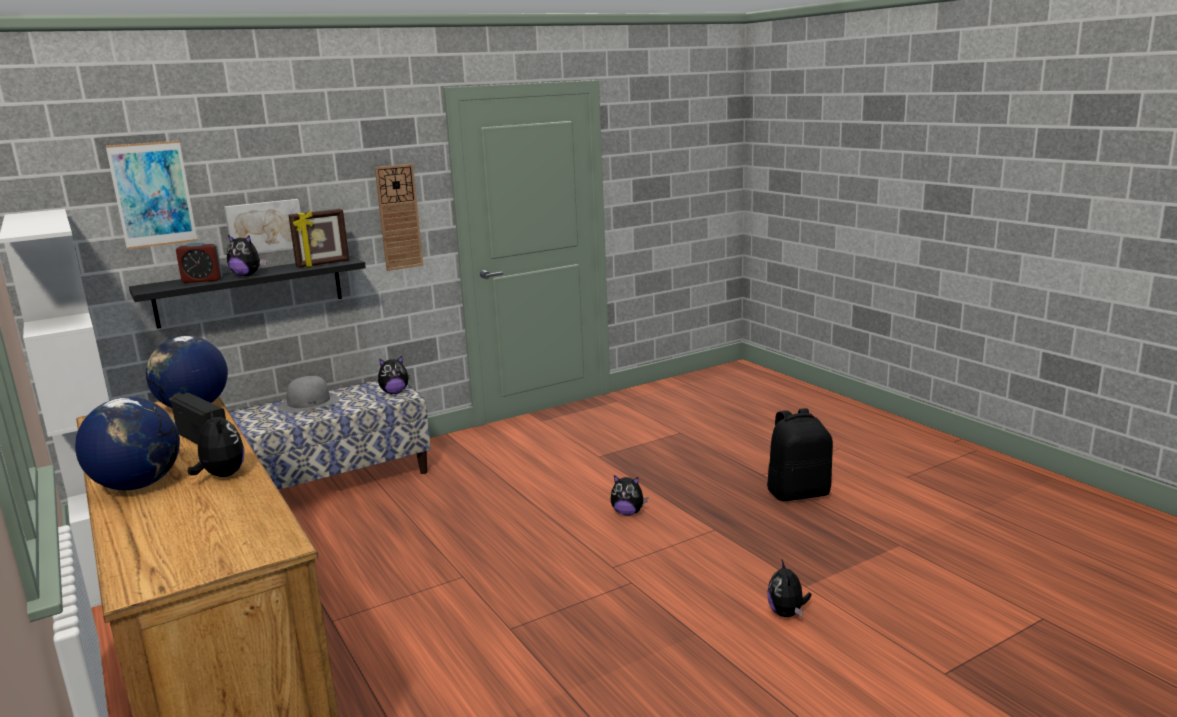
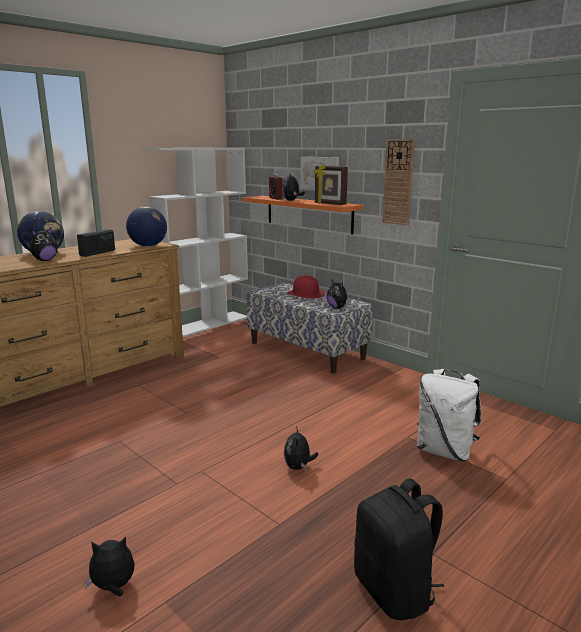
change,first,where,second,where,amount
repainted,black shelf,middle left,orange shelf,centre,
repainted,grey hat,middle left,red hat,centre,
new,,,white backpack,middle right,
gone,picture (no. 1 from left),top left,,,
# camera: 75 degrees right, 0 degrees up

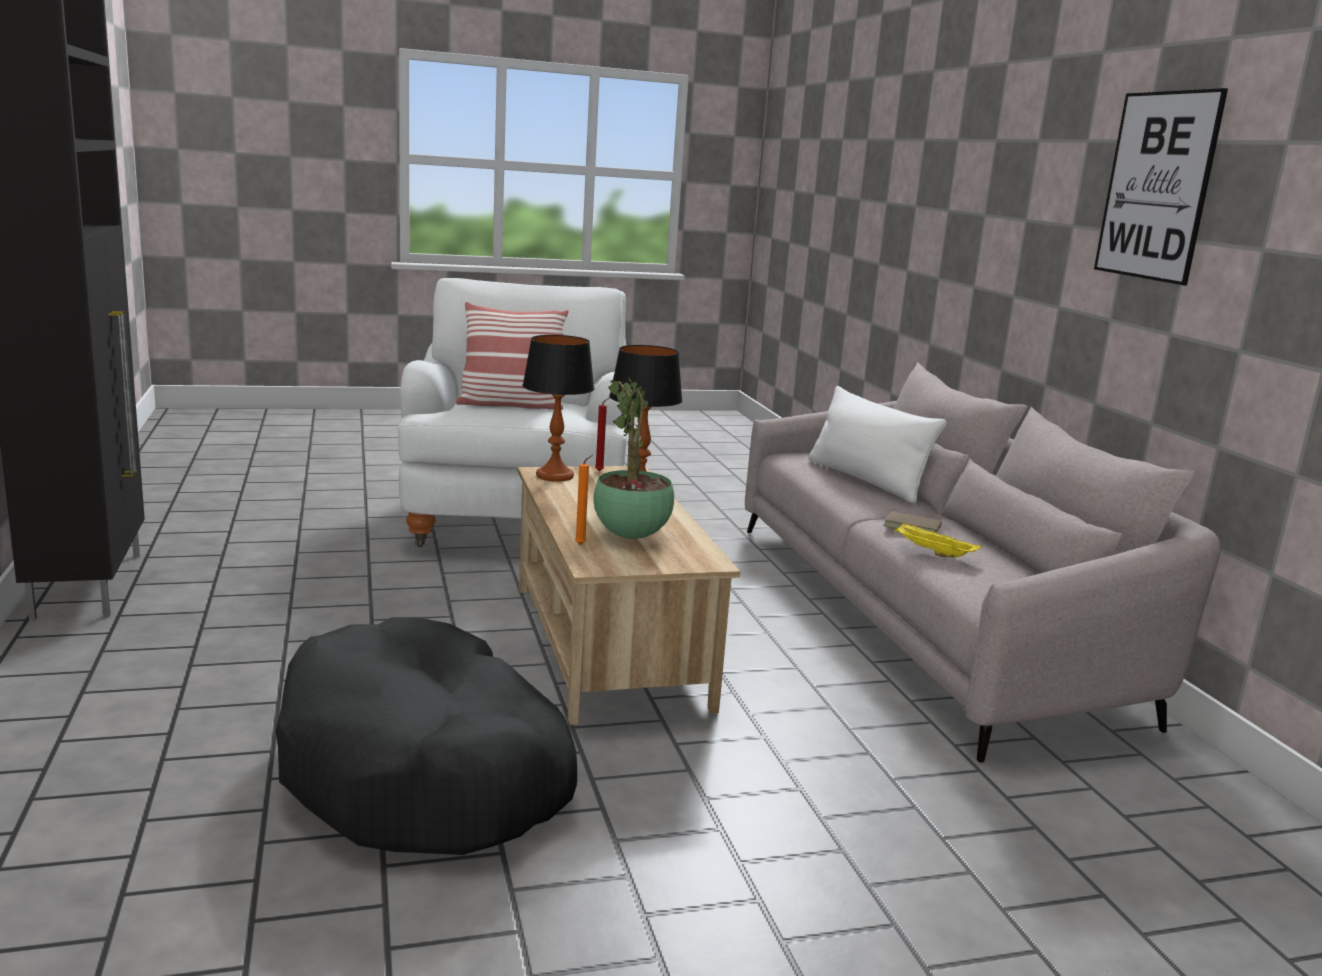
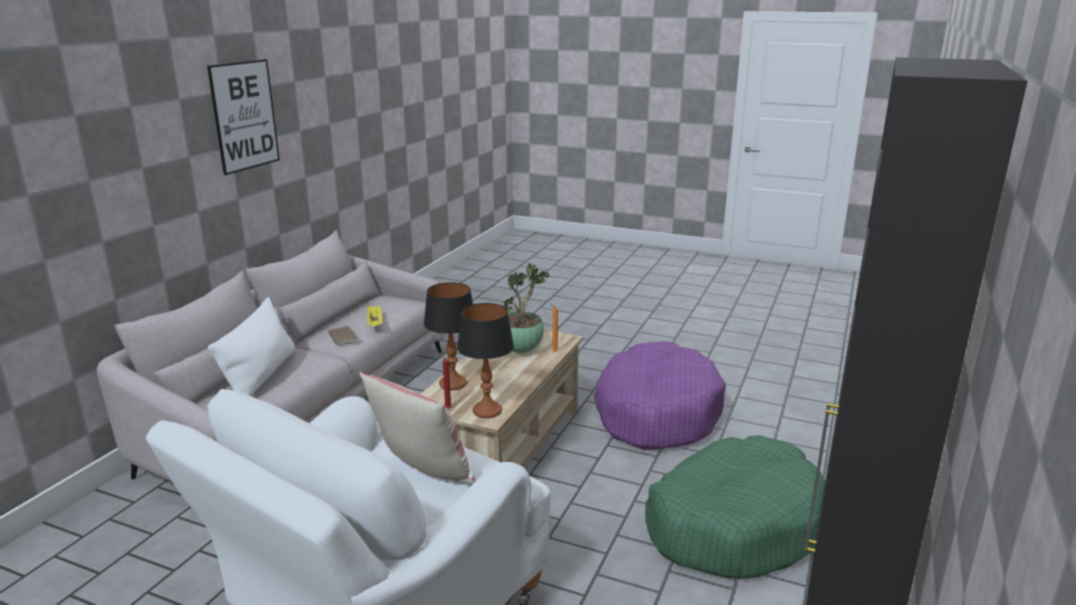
change,first,where,second,where,amount
repainted,black dog bed,bottom left,purple dog bed,centre,
new,,,green dog bed,bottom right,
# camera: 140 degrees left, 5 degrees up

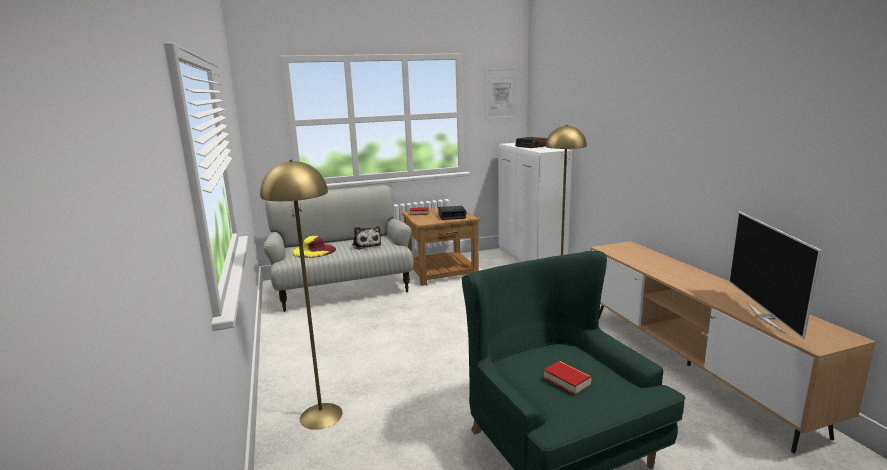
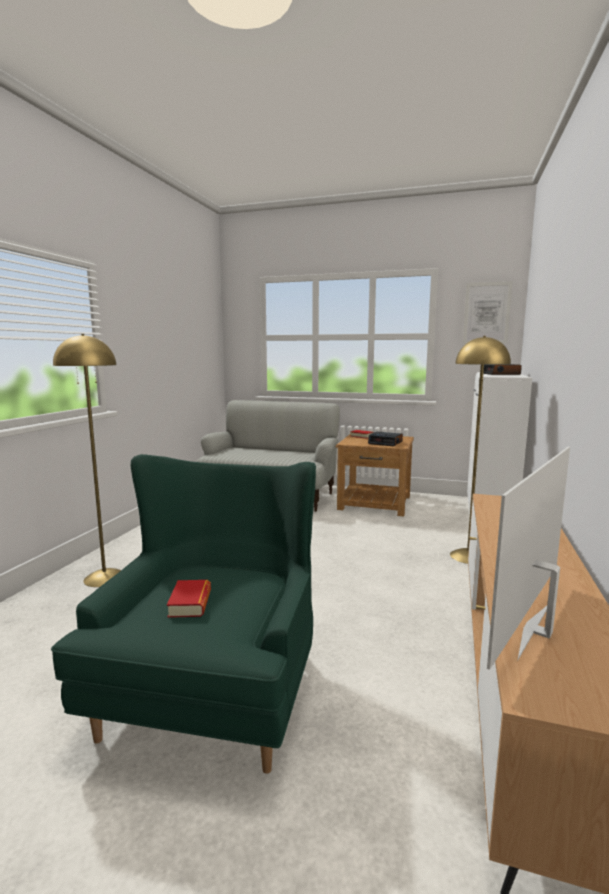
change,first,where,second,where,amount
gone,yellow hat,centre,,,
gone,plush toy,centre,,,
# camera: 35 degrees right, 5 degrees down

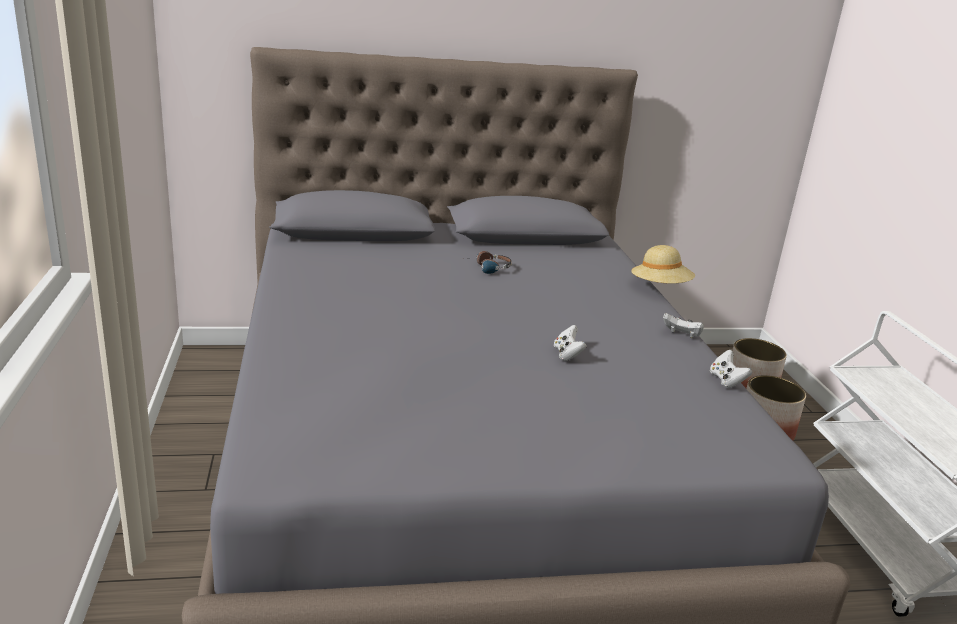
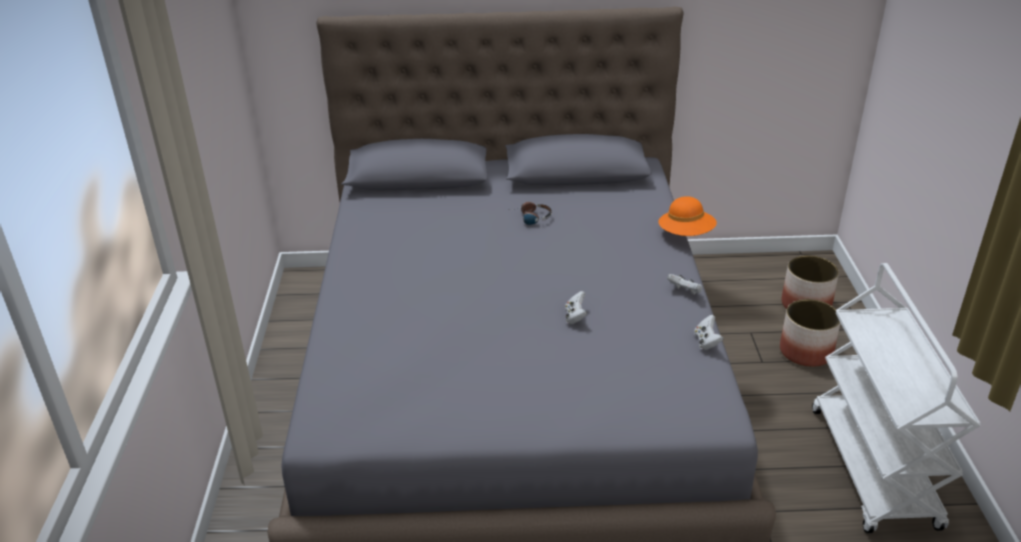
change,first,where,second,where,amount
repainted,beige hat,middle right,orange hat,middle right,
# camera: 10 degrees right, 10 degrees up

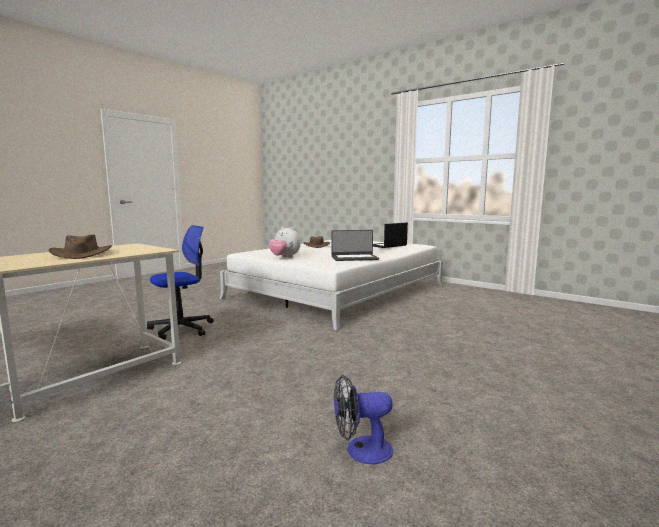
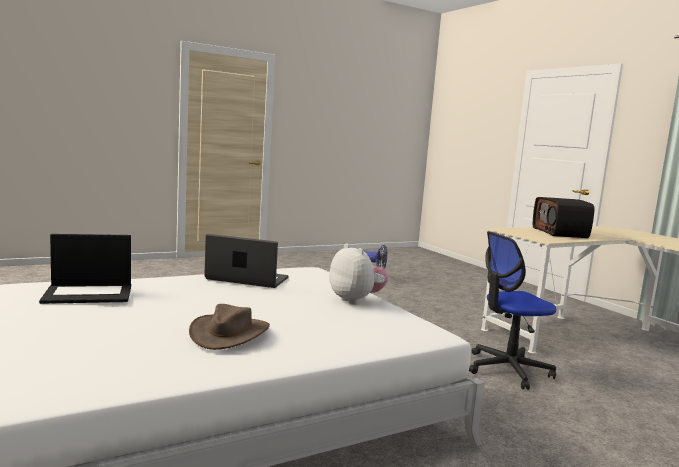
change,first,where,second,where,amount
swapped,brown hat (no. 1 from left),middle left,radio,middle right,
# camera: 160 degrees left, 0 degrees up

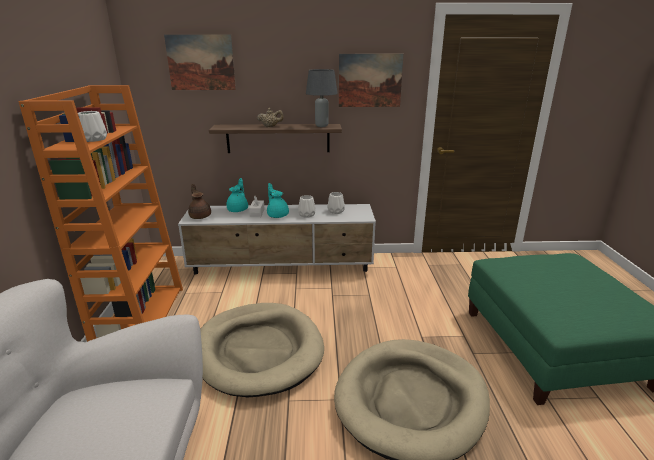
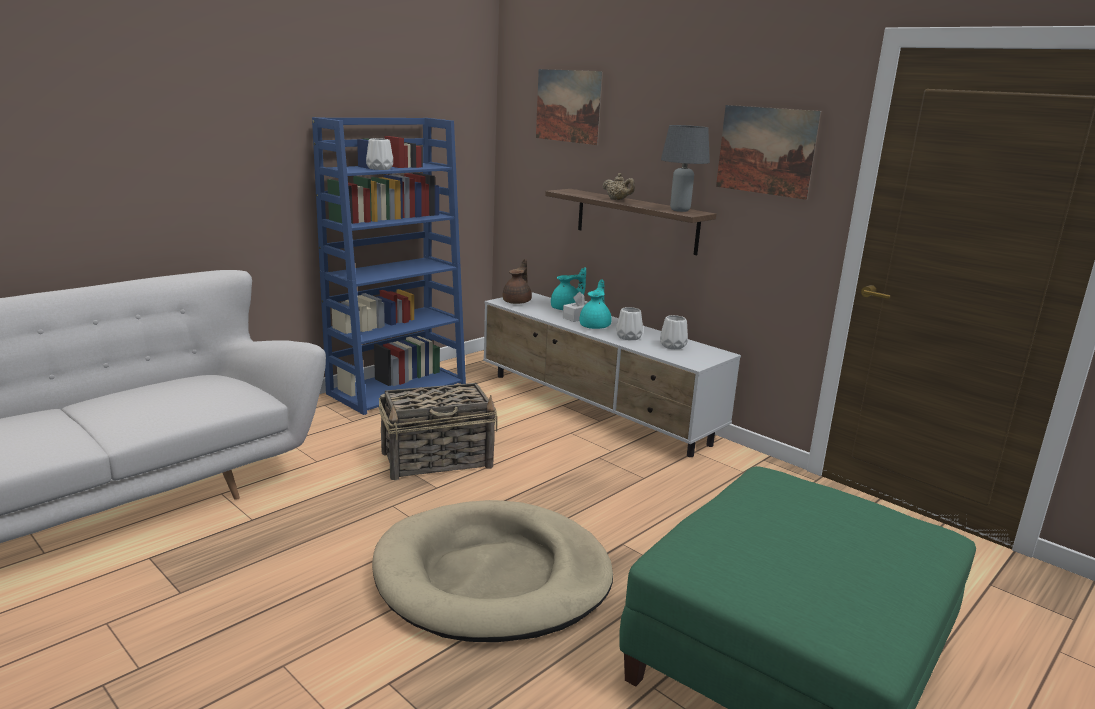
change,first,where,second,where,amount
repainted,orange bookcase,middle left,blue bookcase,centre,
swapped,beige dog bed (no. 1 from left),bottom centre,basket,centre,
# camera: 45 degrees right, 5 degrees down

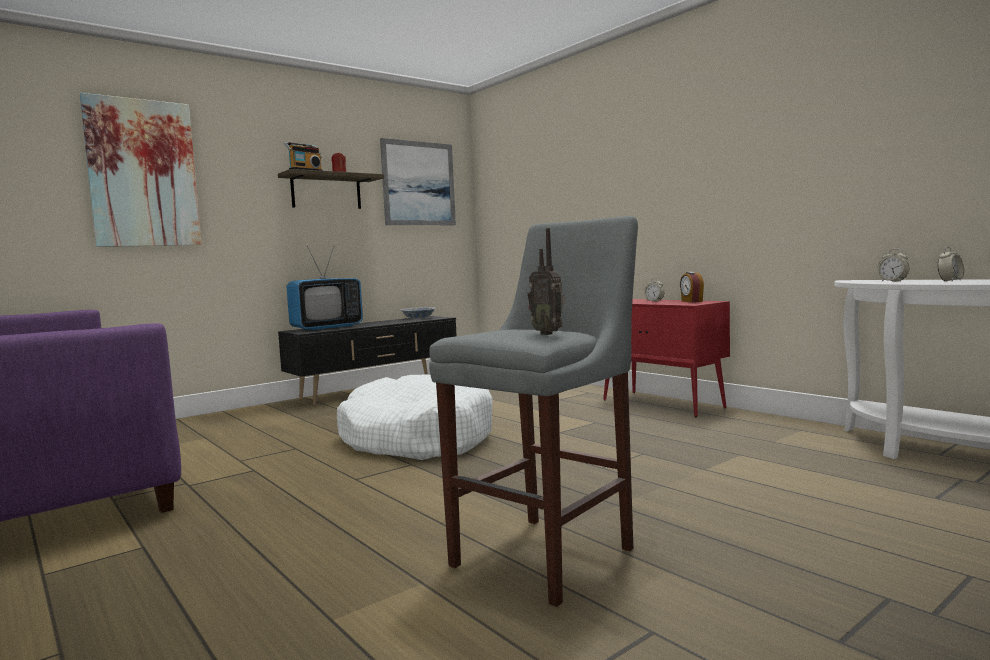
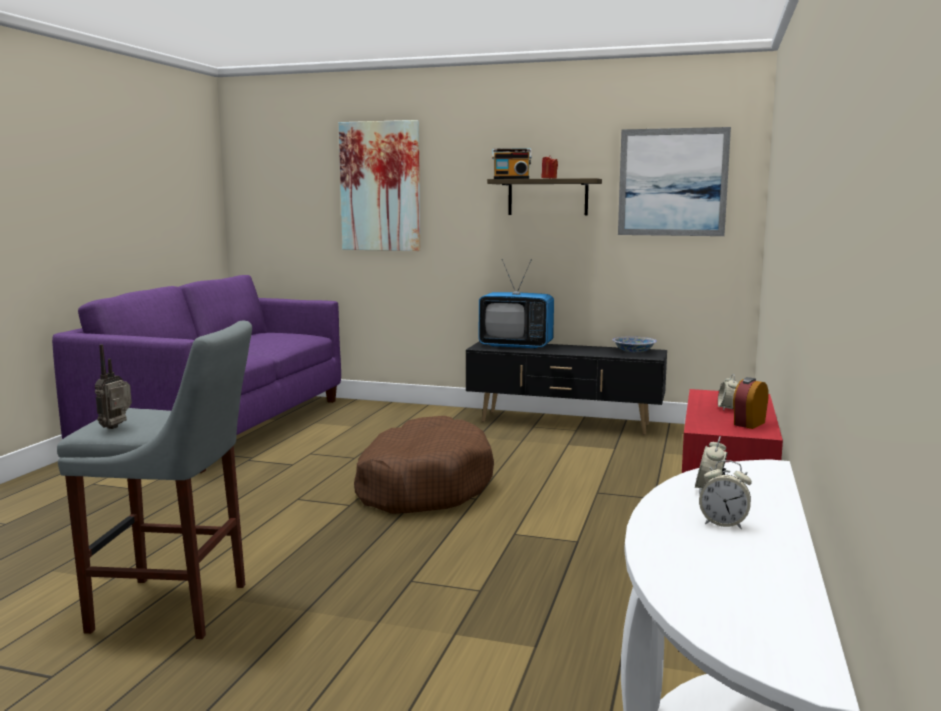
change,first,where,second,where,amount
repainted,white dog bed,centre,brown dog bed,centre,
# camera: 55 degrees right, 5 degrees up

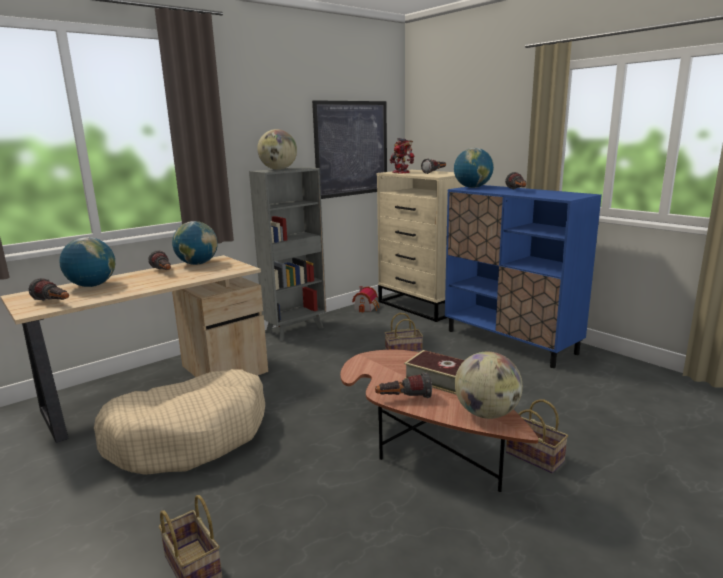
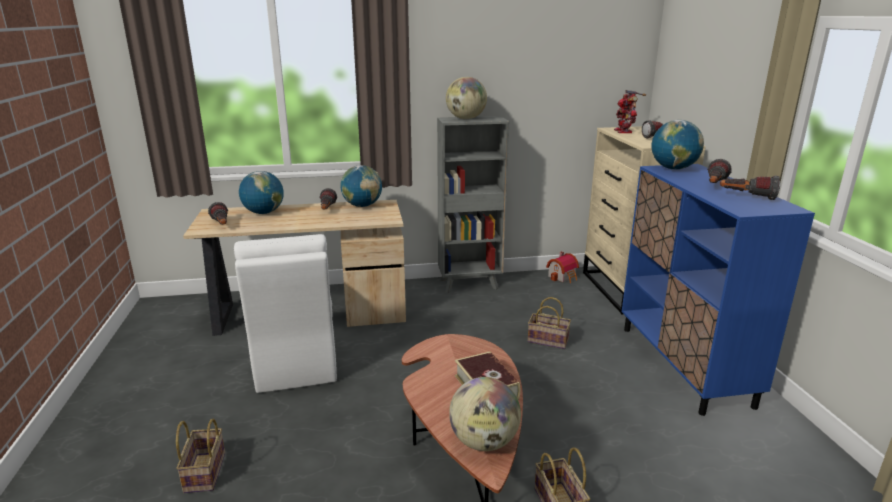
change,first,where,second,where,amount
swapped,beige dog bed,bottom left,white chair,middle left,
shifted,flashlight (no. 3 from left in the first image),centre,flashlight (no. 5 from left),middle right,
gone,picture,top centre,,,
# camera: 30 degrees right, 5 degrees up

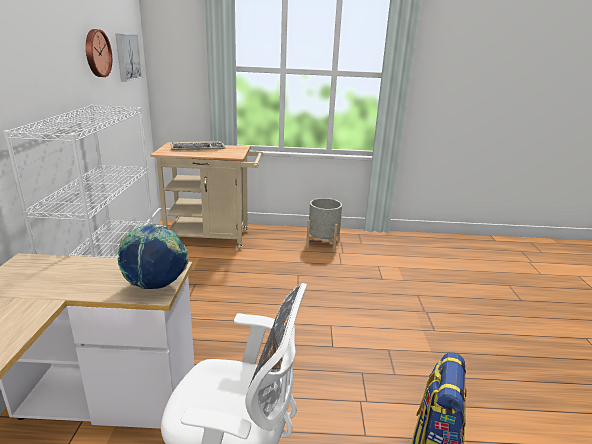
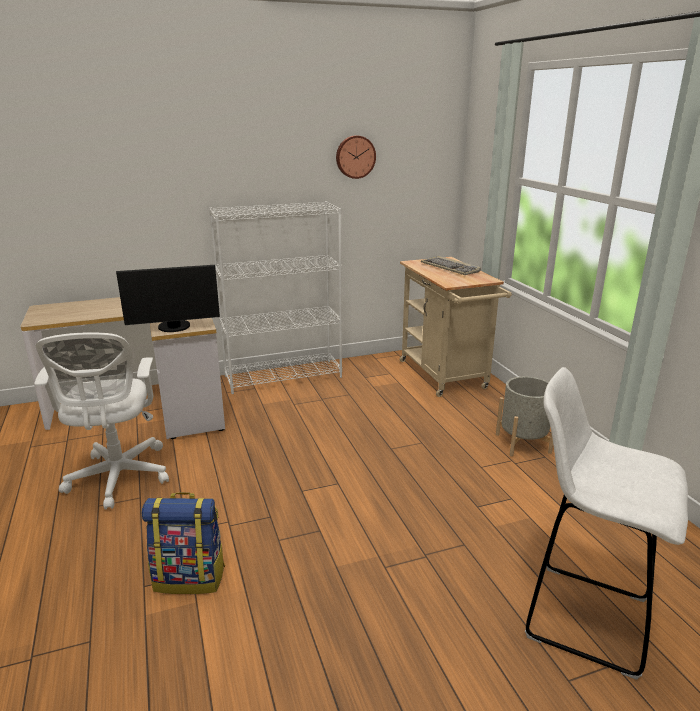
change,first,where,second,where,amount
swapped,globe,middle left,monitor,middle left,
new,,,white stool,bottom right,
gone,picture,top left,,,
# camera: 70 degrees right, 0 degrees up

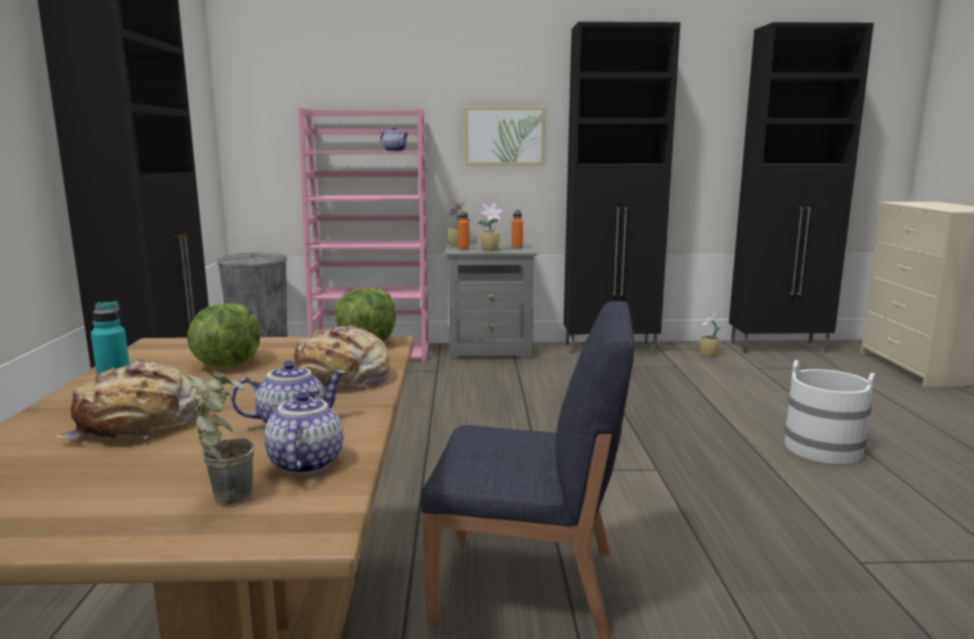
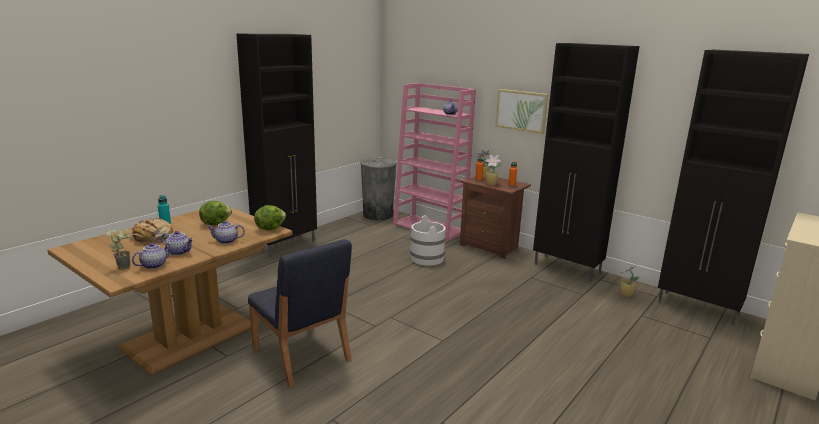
change,first,where,second,where,amount
swapped,bread (no. 2 from left),centre,teapot (no. 3 from left),middle left,
shifted,white bucket,middle right,,centre,
repainted,grey nightstand,centre,brown nightstand,centre,
# camera: 40 degrees right, 5 degrees up

